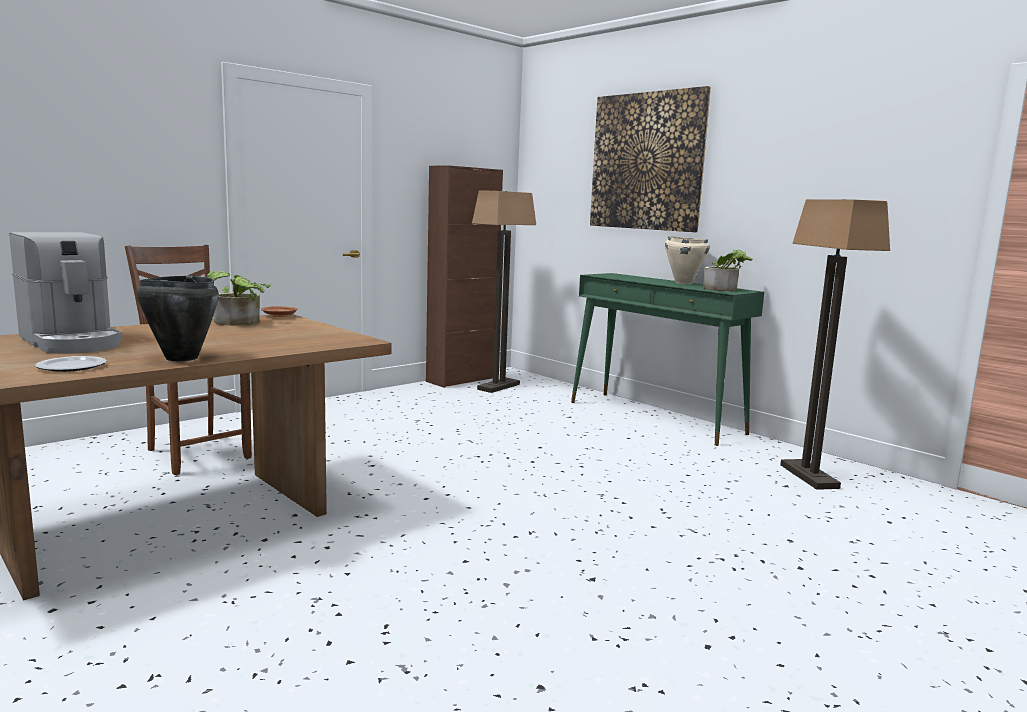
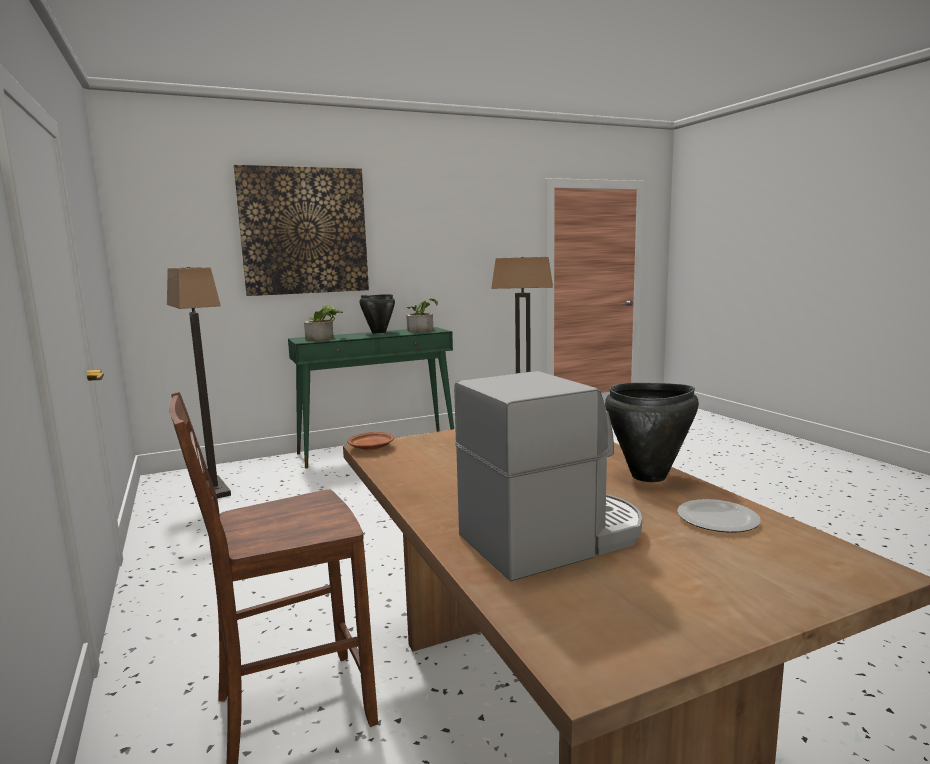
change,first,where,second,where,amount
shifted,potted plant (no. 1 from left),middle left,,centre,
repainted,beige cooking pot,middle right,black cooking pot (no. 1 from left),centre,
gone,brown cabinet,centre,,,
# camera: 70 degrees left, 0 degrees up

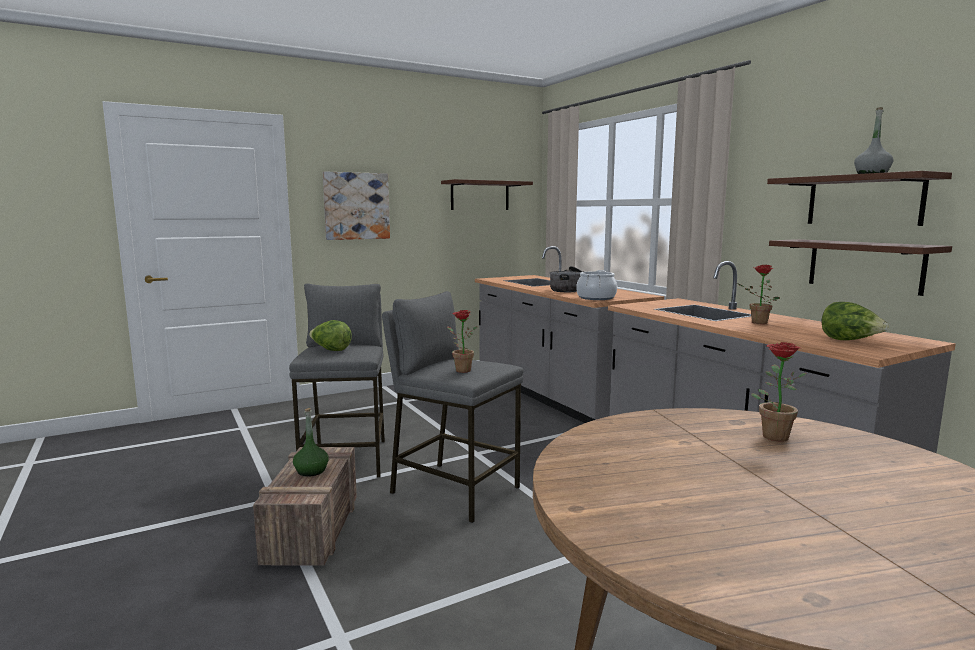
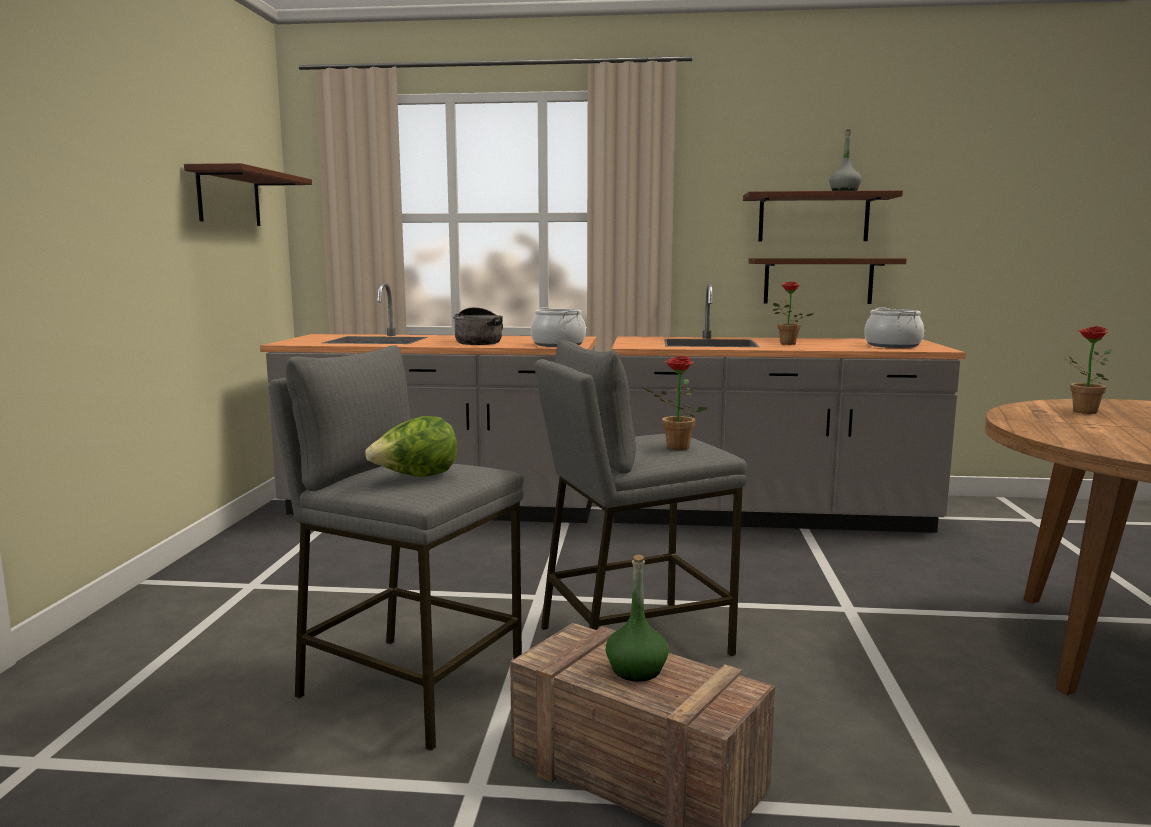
change,first,where,second,where,amount
swapped,lettuce (no. 2 from left),middle right,cooking pot (no. 3 from left),middle right,
gone,picture,top centre,,,
# camera: 55 degrees left, 0 degrees up

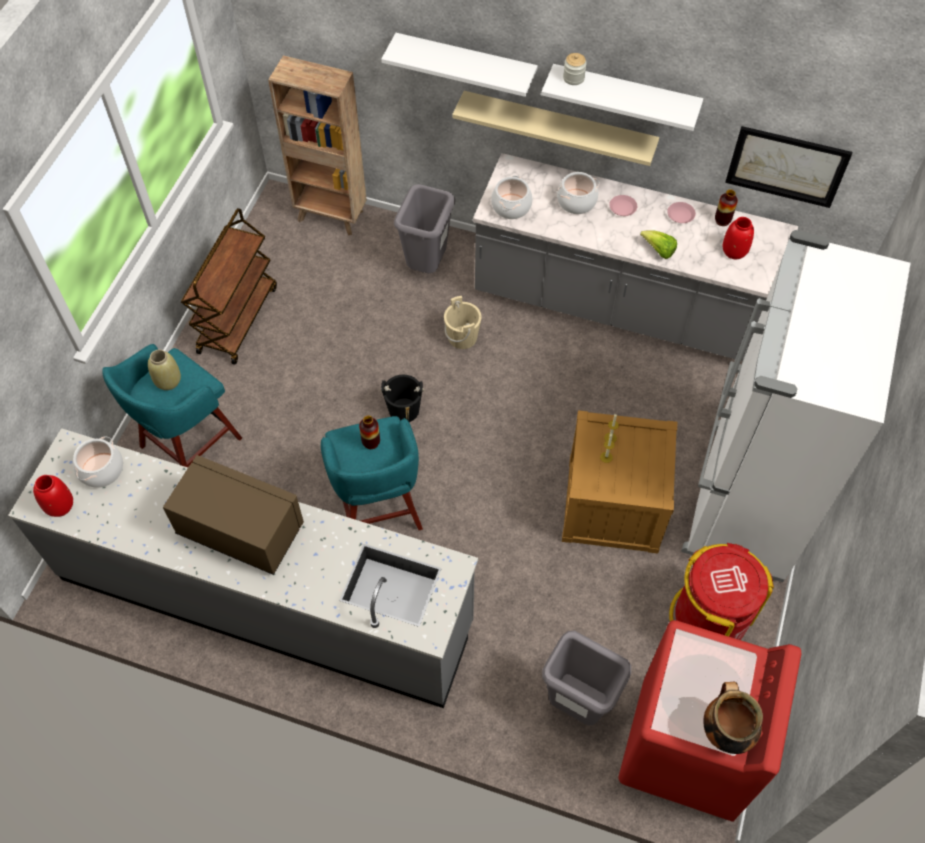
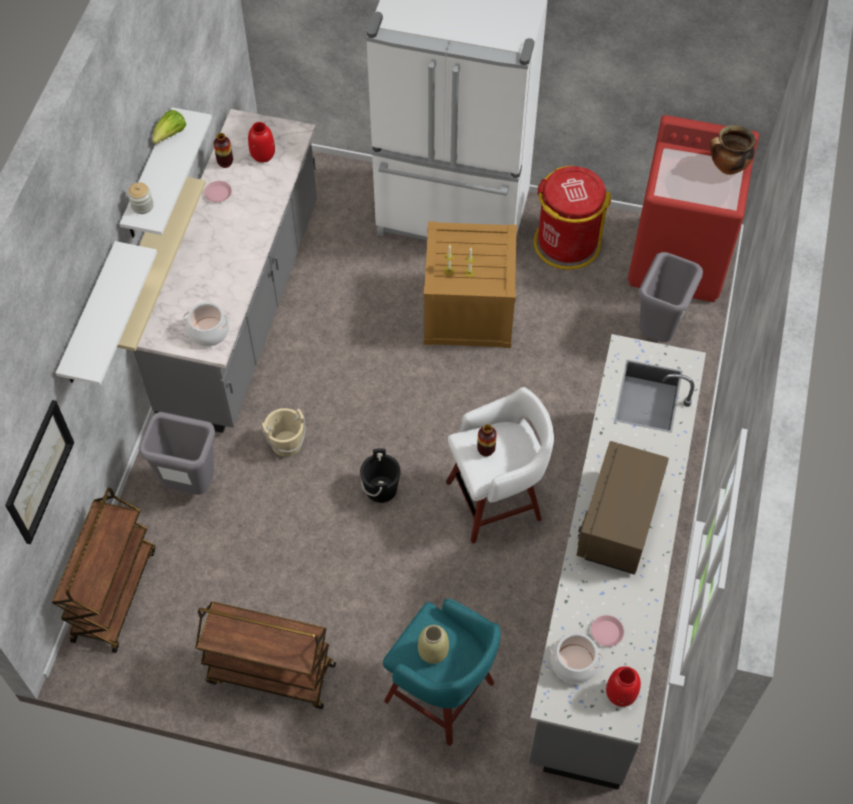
change,first,where,second,where,amount
shifted,picture,top right,,middle left,
swapped,brown bookcase,top centre,brown cart (no. 1 from left),bottom left,
shifted,lettuce,top right,,top left,
repainted,turquoise stool (no. 2 from left),centre,white stool,centre,
shifted,pink plate (no. 1 from left in the first image),top right,pink plate (no. 2 from left),bottom right,
gone,cooking pot (no. 3 from left),top centre,,,
# camera: 95 degrees left, 0 degrees up

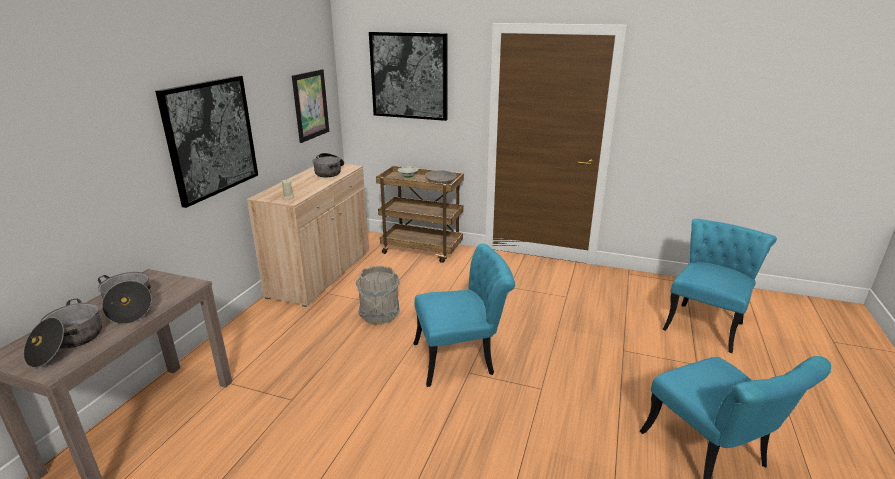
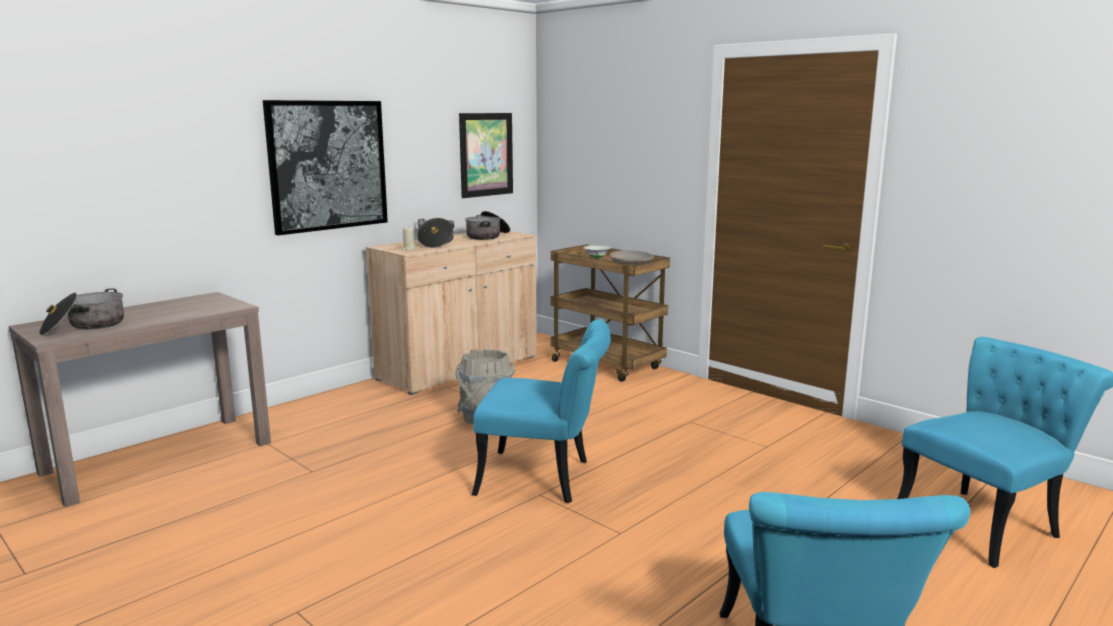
change,first,where,second,where,amount
shifted,cooking pot (no. 2 from left),middle left,,centre,
gone,picture (no. 3 from left),top centre,,,
# camera: 25 degrees right, 10 degrees down

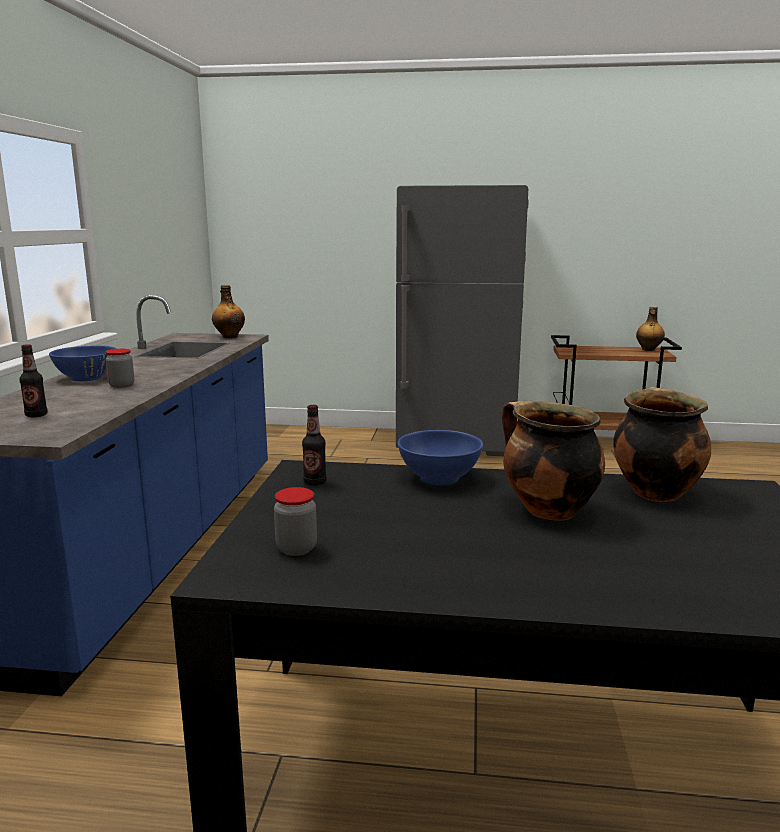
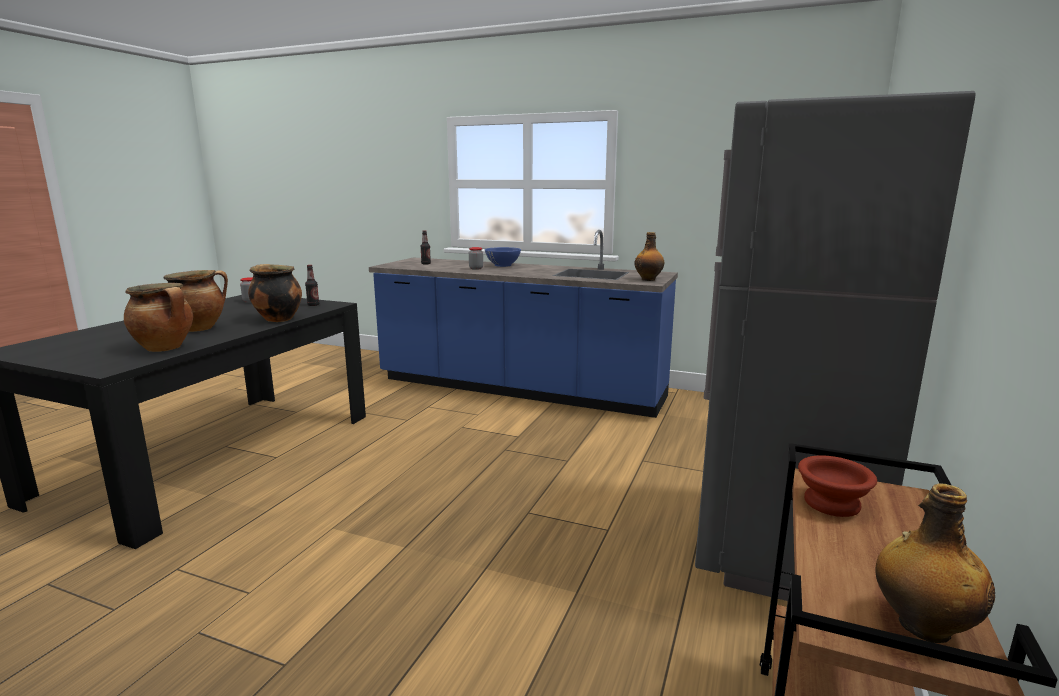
change,first,where,second,where,amount
swapped,blue bowl (no. 2 from left),centre,cooking pot (no. 3 from left),middle left,
new,,,brown bowl,bottom right,
# camera: 105 degrees right, 0 degrees up

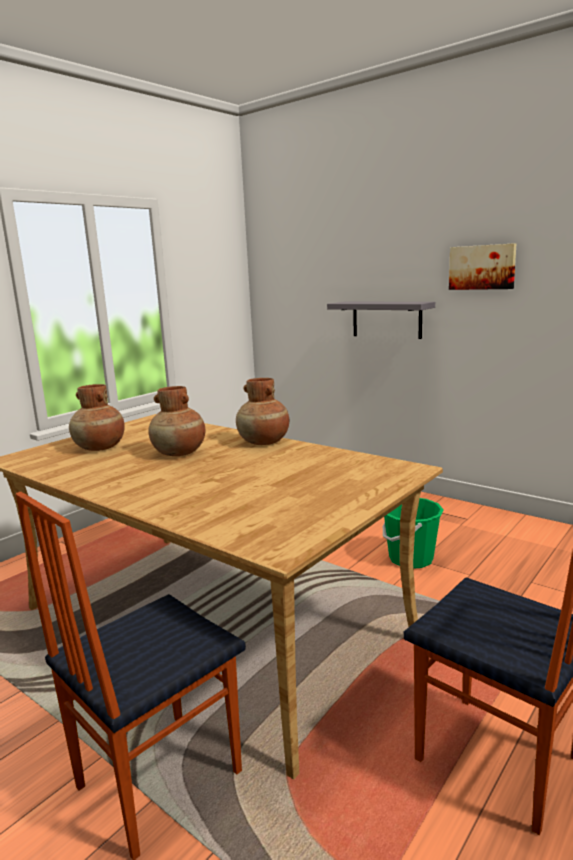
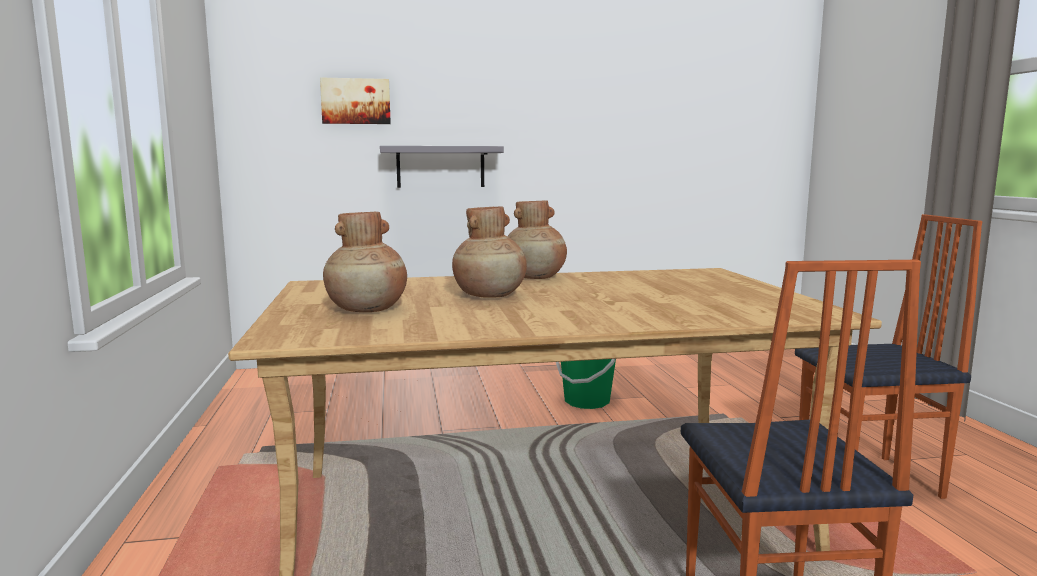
change,first,where,second,where,amount
shifted,picture,top right,,top centre,
# camera: 50 degrees left, 5 degrees down

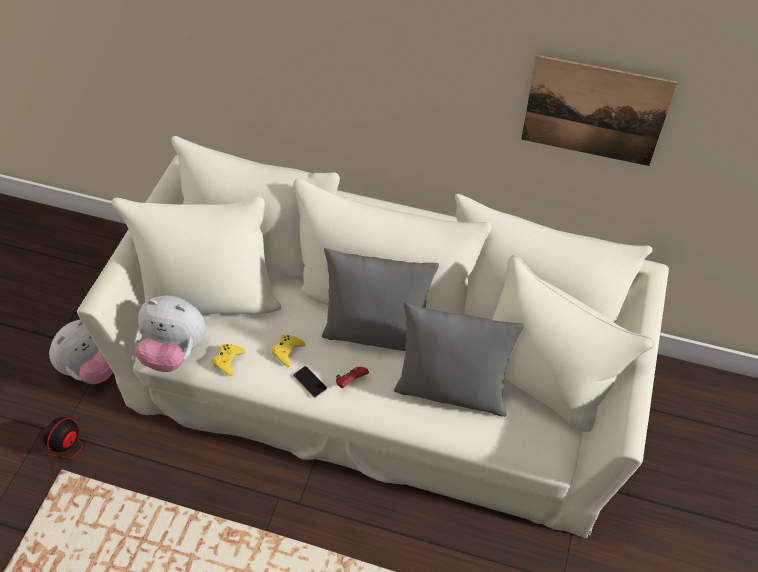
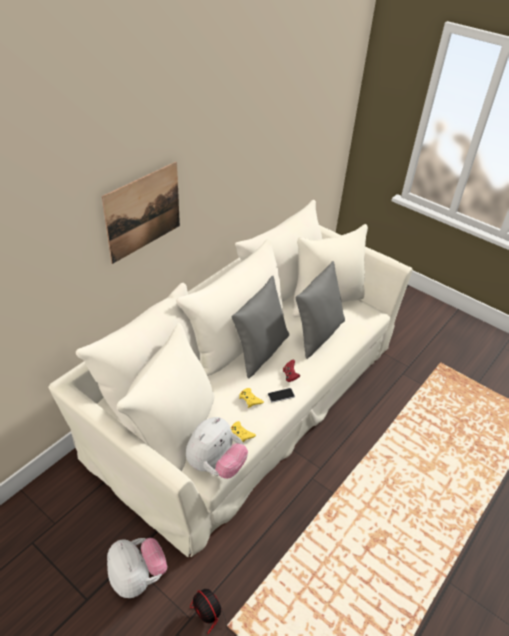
change,first,where,second,where,amount
shifted,picture,top right,,middle left,
# camera: 70 degrees left, 10 degrees down

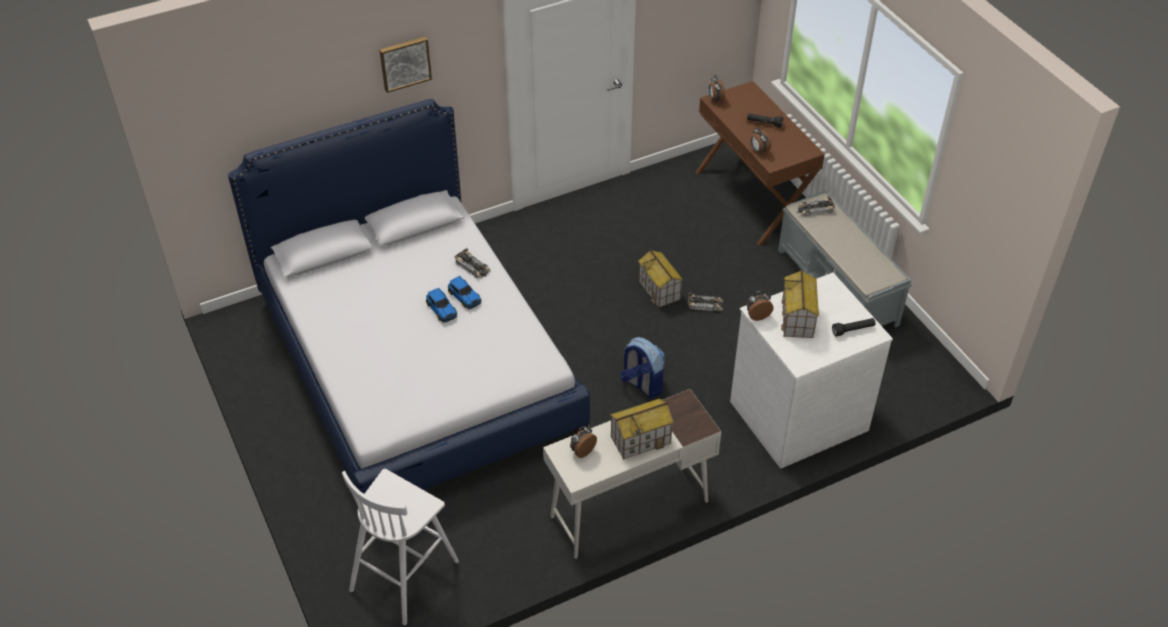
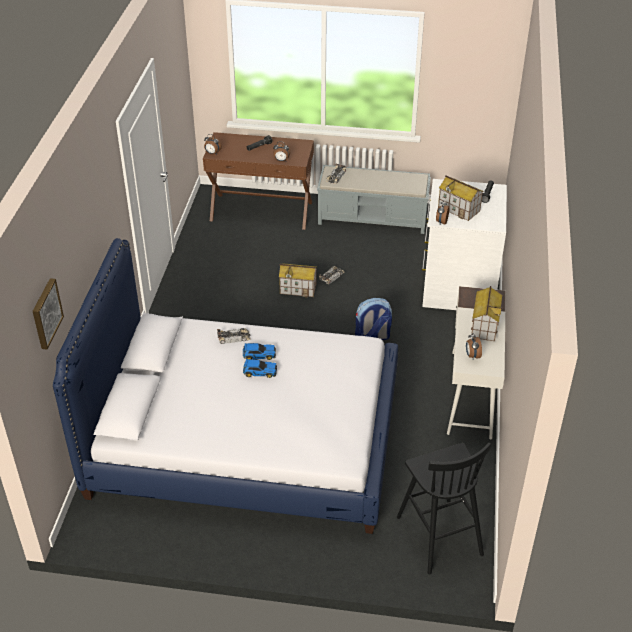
change,first,where,second,where,amount
shifted,picture,top centre,,middle left,
repainted,white stool,bottom centre,black stool,bottom right,
# camera: 55 degrees left, 5 degrees down

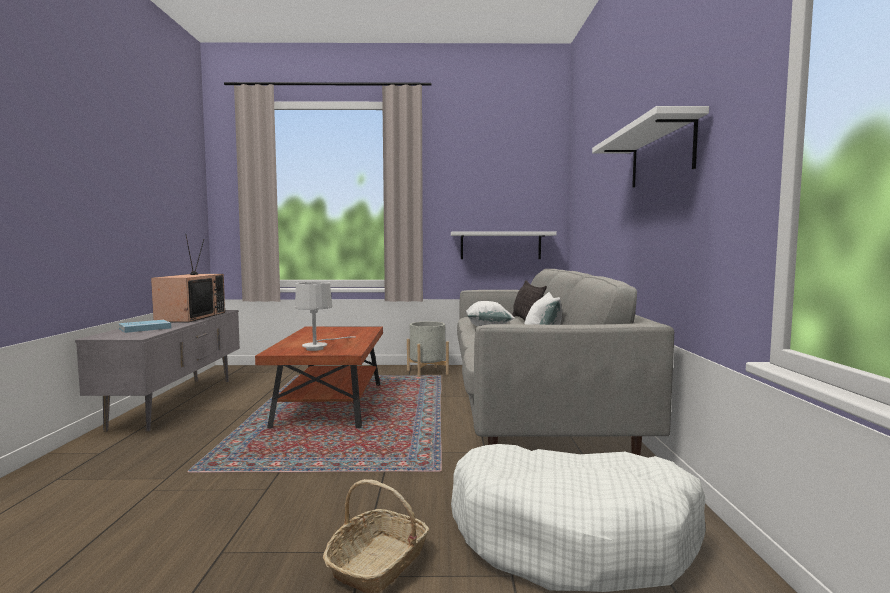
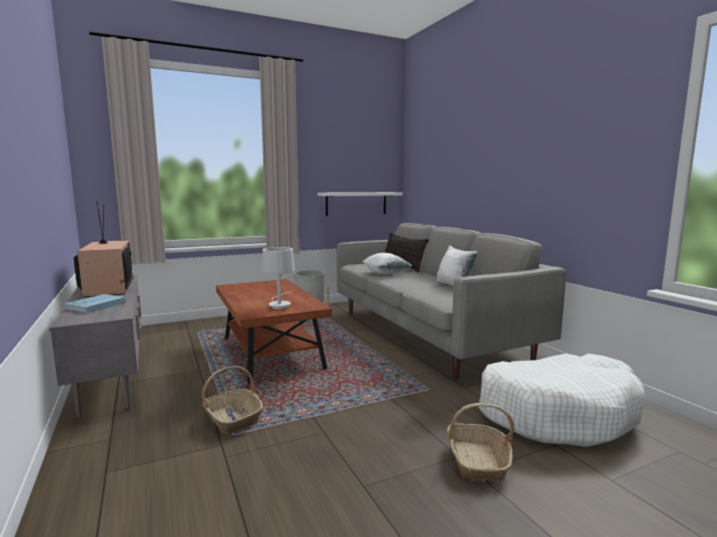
change,first,where,second,where,amount
new,,,basket (no. 1 from left),bottom left,
gone,white shelf (no. 2 from left),top right,,,
# camera: 25 degrees left, 5 degrees up

